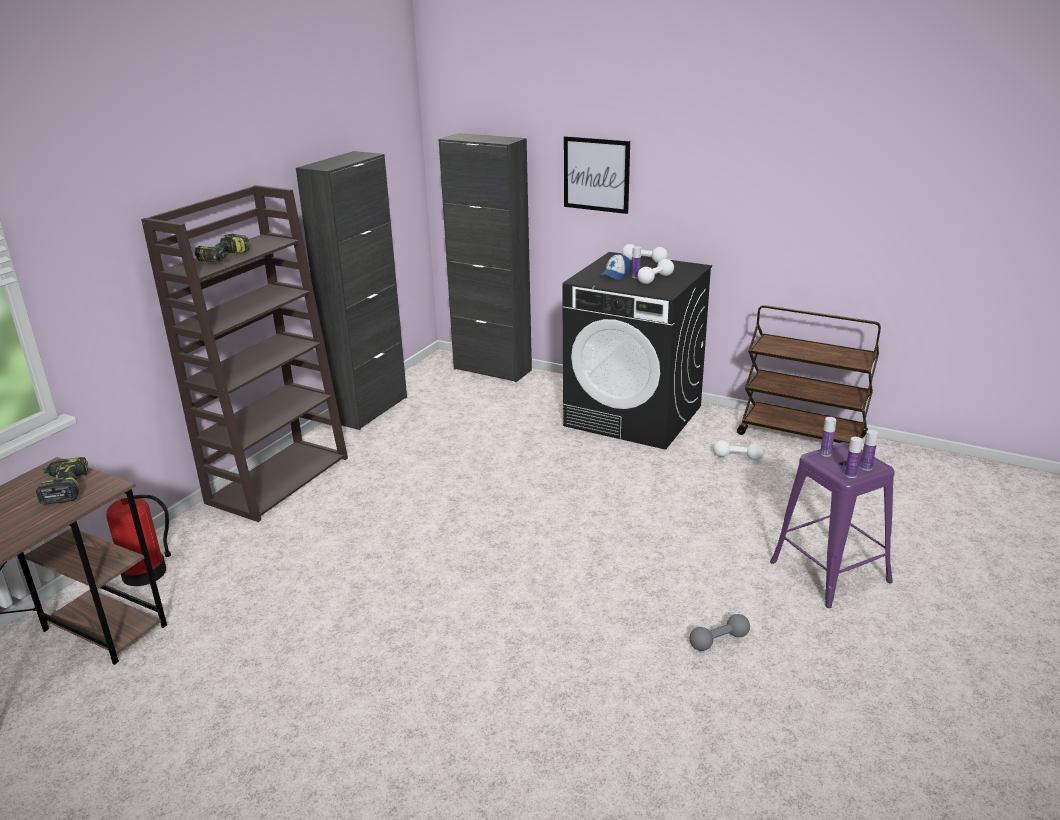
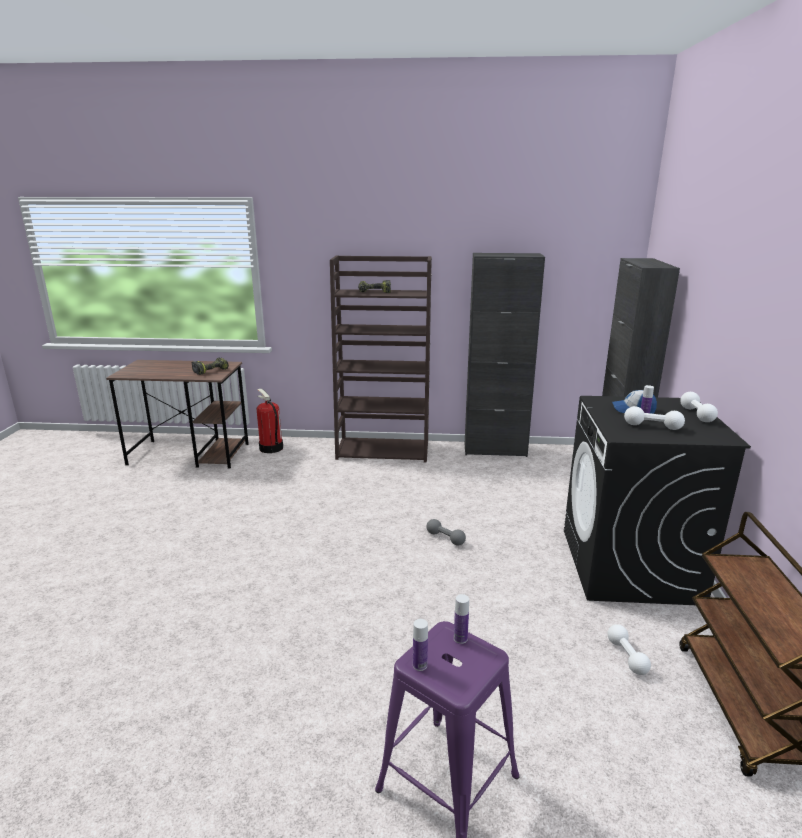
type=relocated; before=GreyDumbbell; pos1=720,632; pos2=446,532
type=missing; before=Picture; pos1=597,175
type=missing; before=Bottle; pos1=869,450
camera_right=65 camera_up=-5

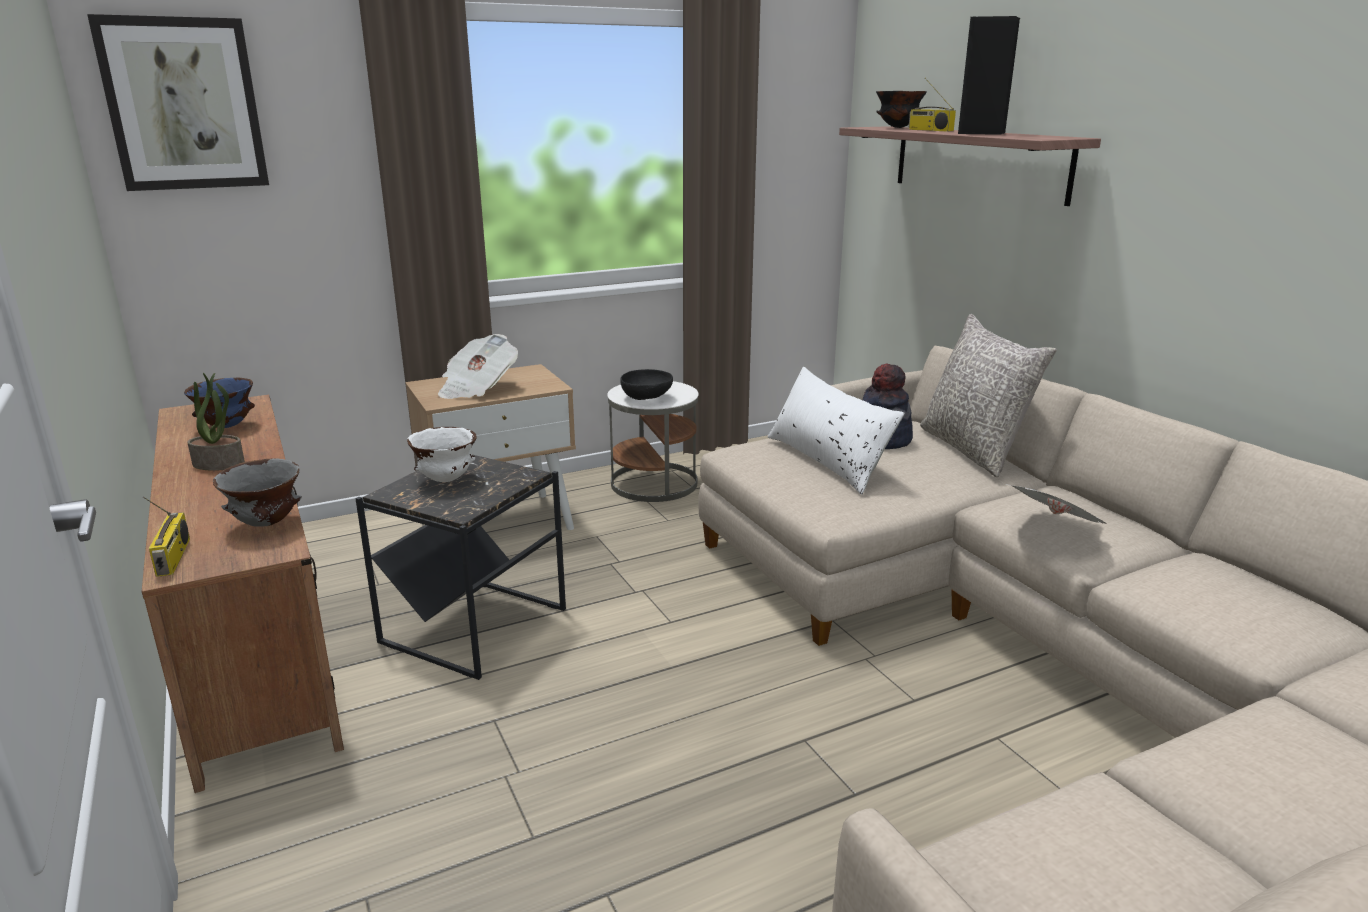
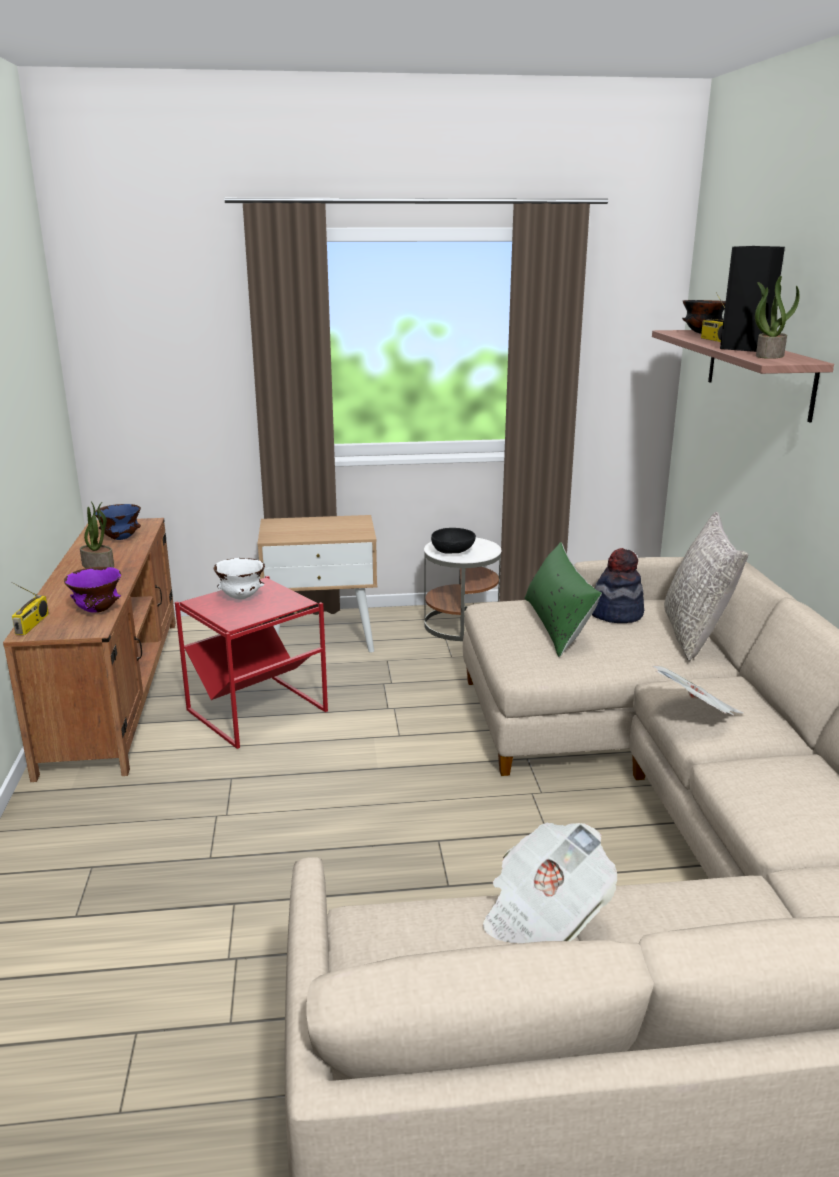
type=colour; before=GreyBowl; after=PurpleBowl; pos1=257,493; pos2=92,590
type=colour; before=BlackSideTable; after=RedSideTable; pos1=461,567; pos2=251,662
type=relocated; before=Newspaper; pos1=478,366; pos2=550,883
type=colour; before=WhitePillow; after=GreenPillow; pos1=836,431; pos2=563,599
type=appeared; after=PottedPlant; pos2=777,317
type=missing; before=Picture; pos1=178,102
camera_right=20 camera_up=0

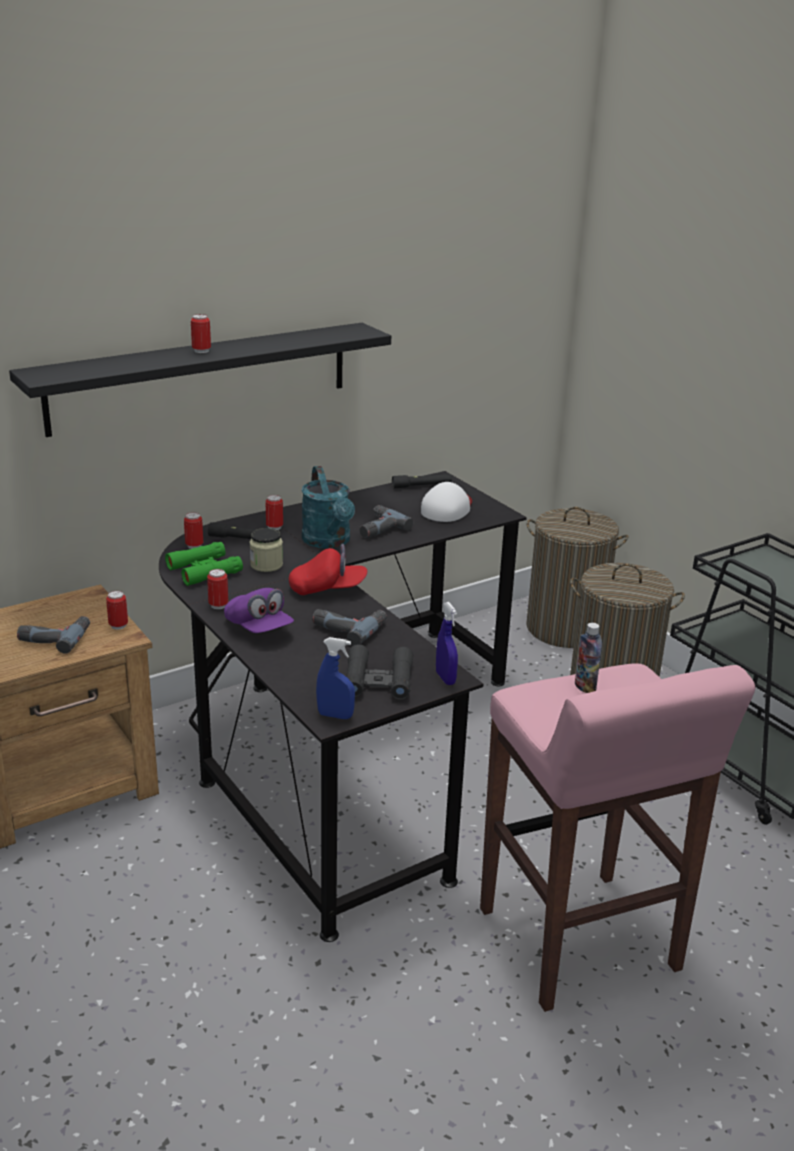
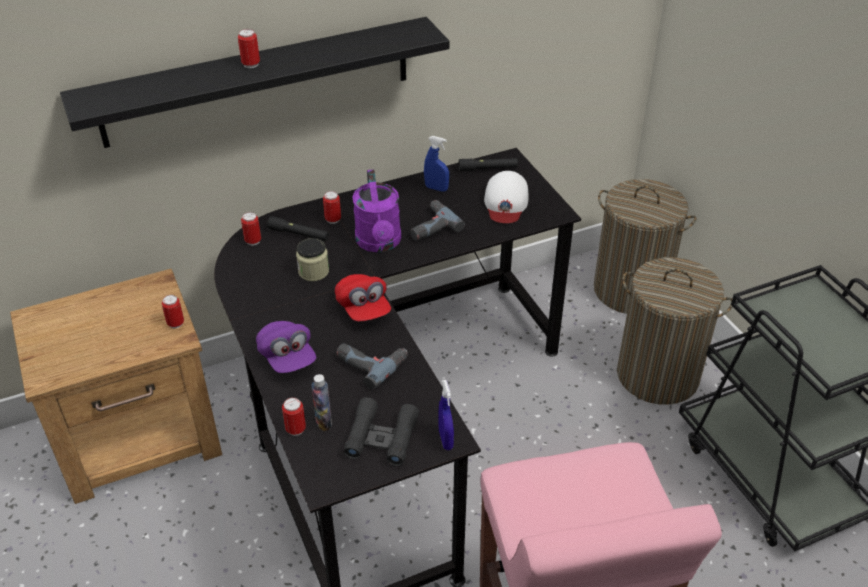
type=relocated; before=Can; pos1=217,589; pos2=294,416
type=relocated; before=Bottle; pos1=588,658; pos2=322,402
type=spun; before=RedCap; pos1=328,569; pos2=363,297; turn=60
type=colour; before=TurquoiseWateringCan; after=PurpleWateringCan; pos1=328,507; pos2=376,210
type=relocated; before=BlueSprayBottle; pos1=335,678; pos2=436,164
type=spun; before=WhiteCap; pos1=446,502; pos2=506,197; turn=150
type=missing; before=PowerDrill; pos1=53,635
type=missing; before=GreenBinoculars; pos1=204,564
camera_right=10 camera_up=15

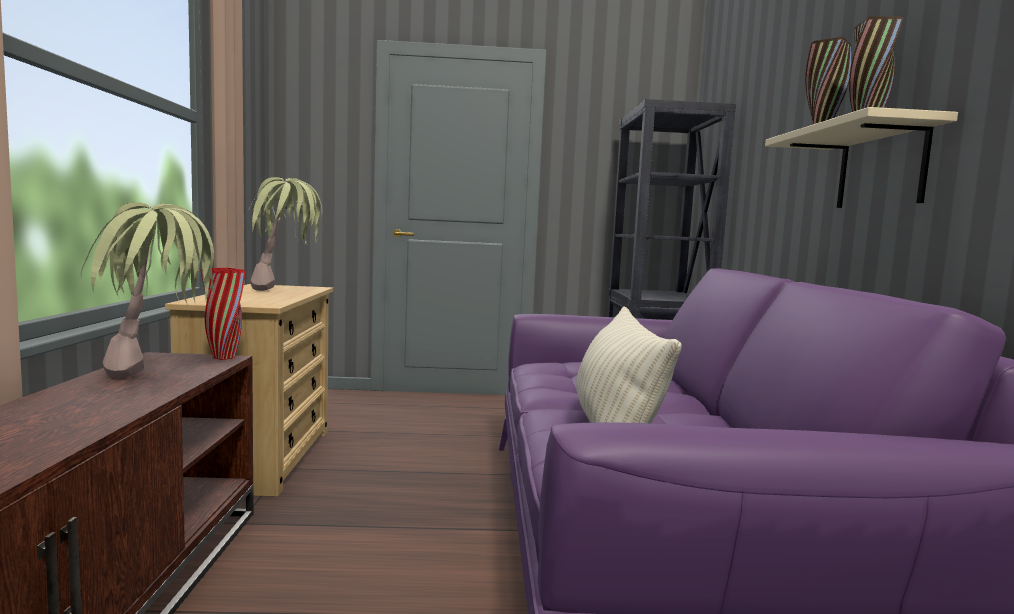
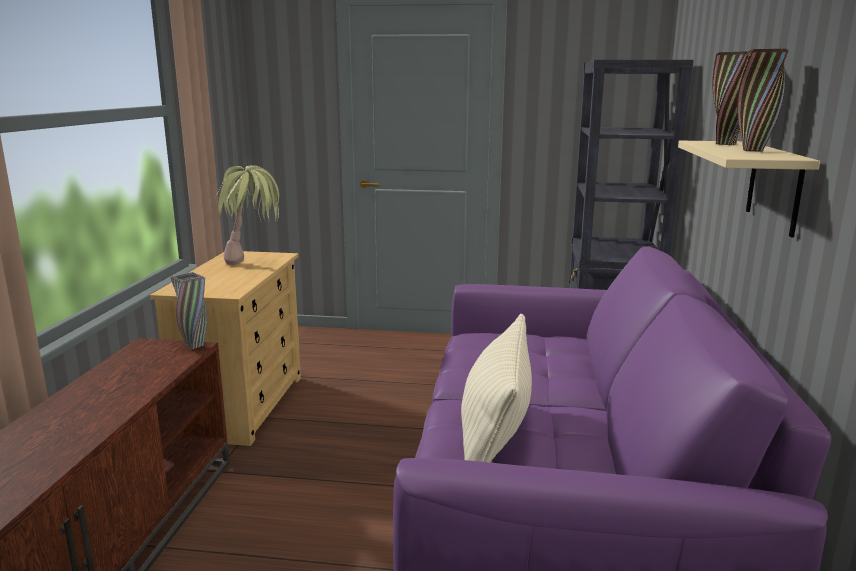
type=colour; before=RedVase; after=GreyVase; pos1=223,314; pos2=188,310
type=missing; before=PottedPlant; pos1=147,290
camera_right=10 camera_up=10

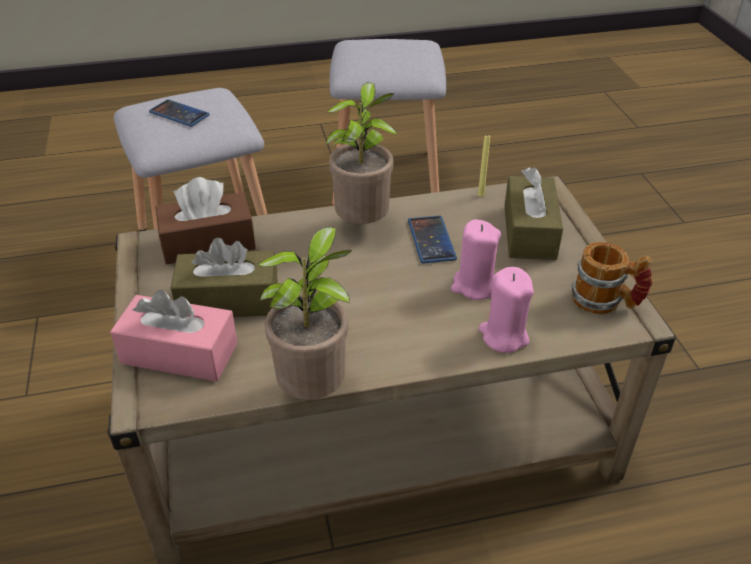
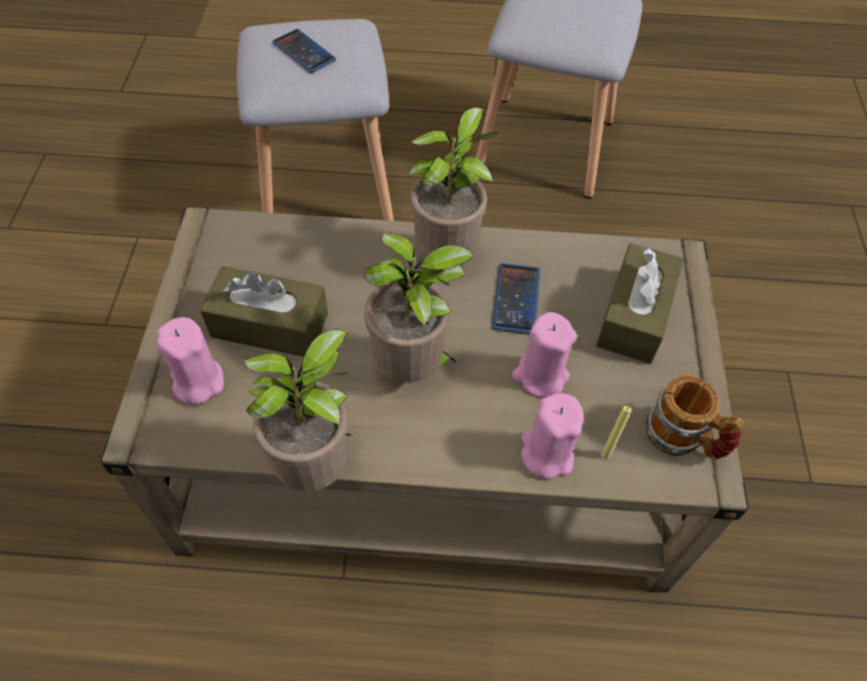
type=exchanged; before=PinkTissueBox; after=PinkCandle; pos1=174,335; pos2=190,361
type=appeared; after=PottedPlant; pos2=419,307
type=relocated; before=YellowCandle; pos1=484,165; pos2=616,432
type=missing; before=BrownTissueBox; pos1=205,220
camera_right=15 camera_up=15

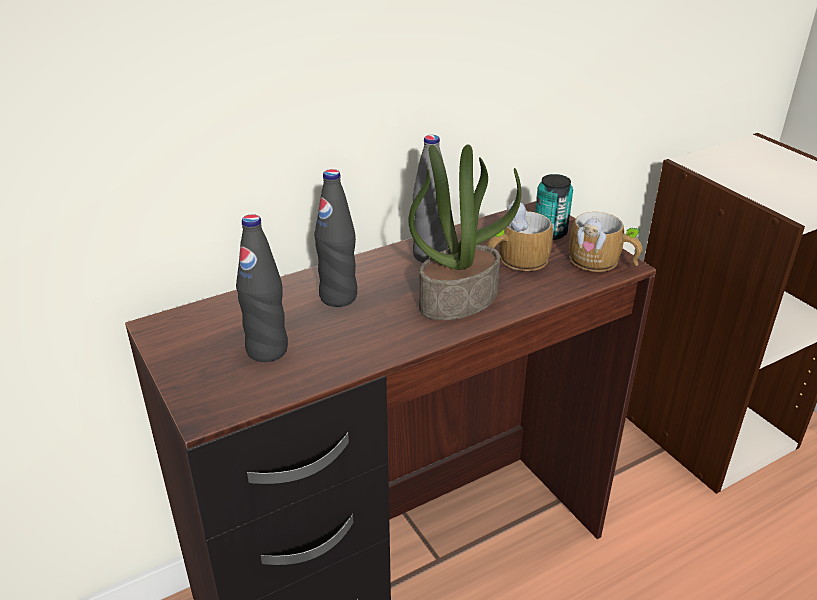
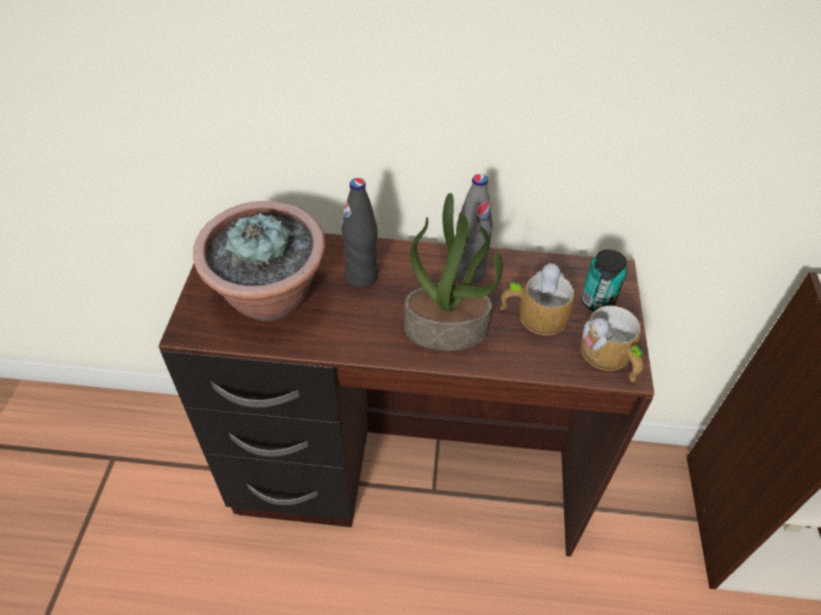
type=exchanged; before=BlackBottle; after=PottedPlant; pos1=262,288; pos2=259,261
camera_right=35 camera_up=15

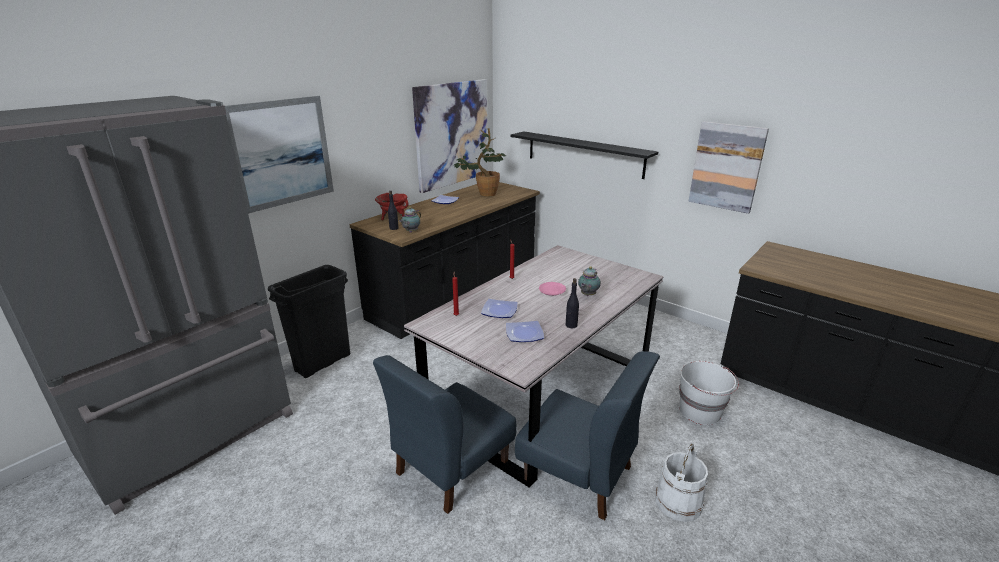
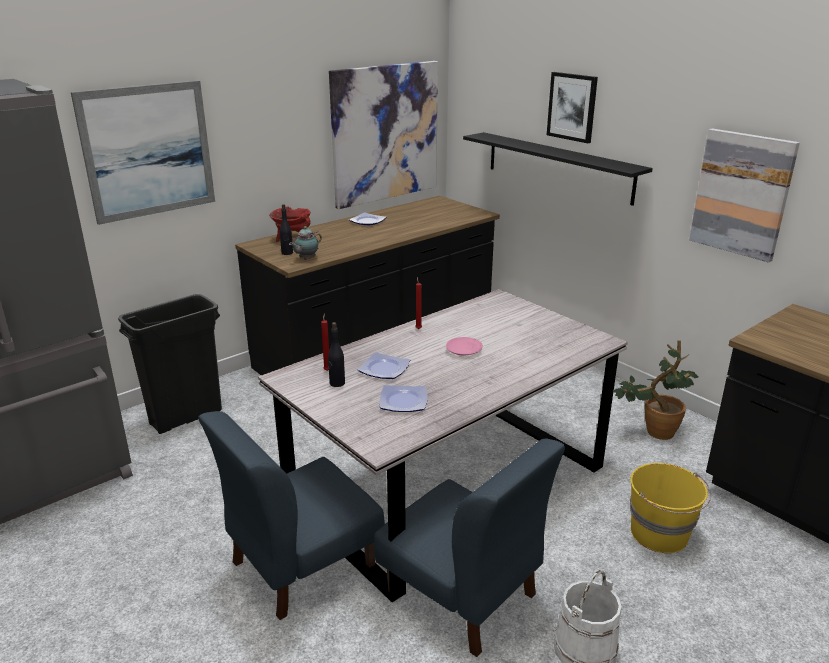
type=relocated; before=BlackBottle; pos1=572,303; pos2=336,354
type=appeared; after=Picture; pos2=572,107
type=relocated; before=PottedPlant; pos1=480,162; pos2=656,390
type=colour; before=WhiteBucket; after=YellowBucket; pos1=709,393; pos2=670,508
type=missing; before=Teapot; pos1=589,281
camera_right=10 camera_up=0

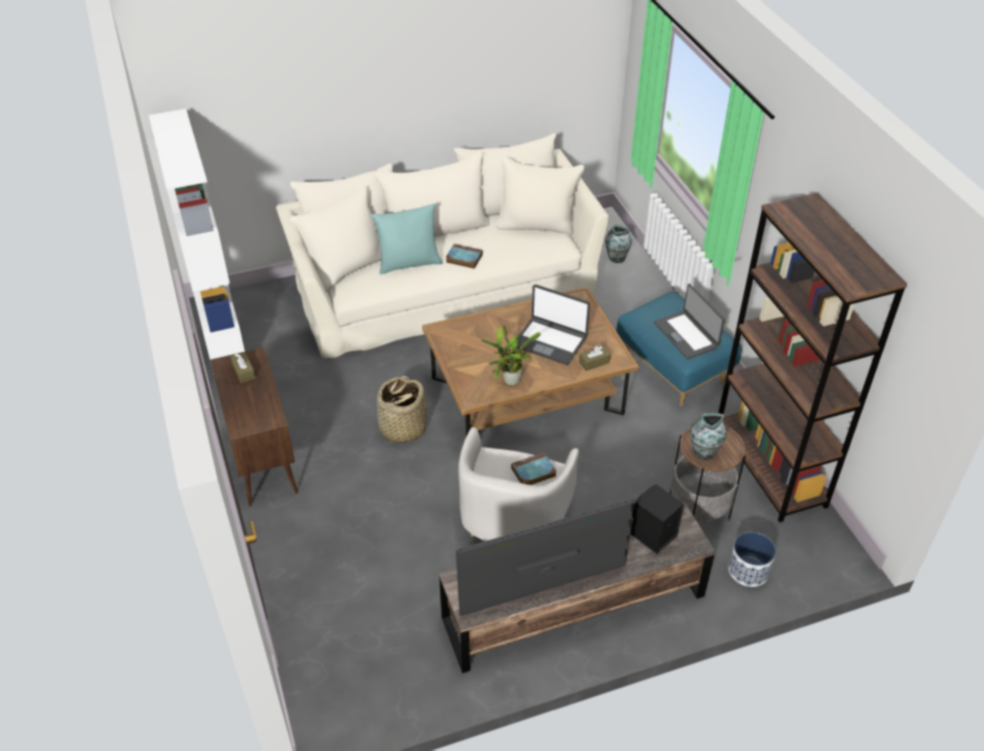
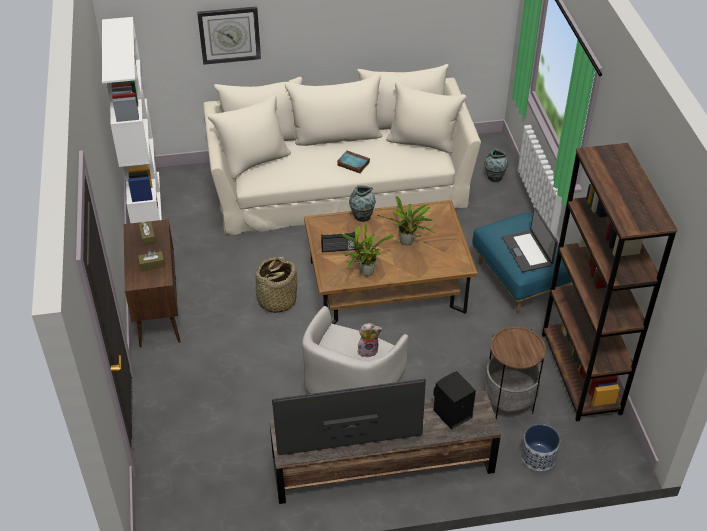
type=relocated; before=BrownTissueBox; pos1=595,358; pos2=151,261
type=appeared; after=WallClock; pos2=229,35
type=appeared; after=Radio; pos2=338,242
type=relocated; before=Vase; pos1=708,436; pos2=362,203
type=exchanged; before=Book; after=PlushToy; pos1=533,468; pos2=369,340
type=exchanged; before=Laptop; after=PottedPlant; pos1=553,325; pos2=406,220
type=missing; before=TurquoisePillow; pos1=407,239
camera_right=10 camera_up=0

